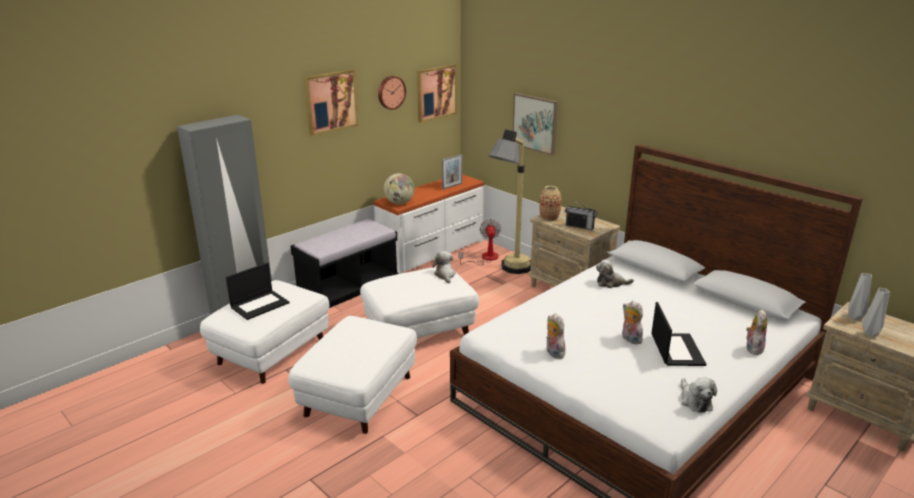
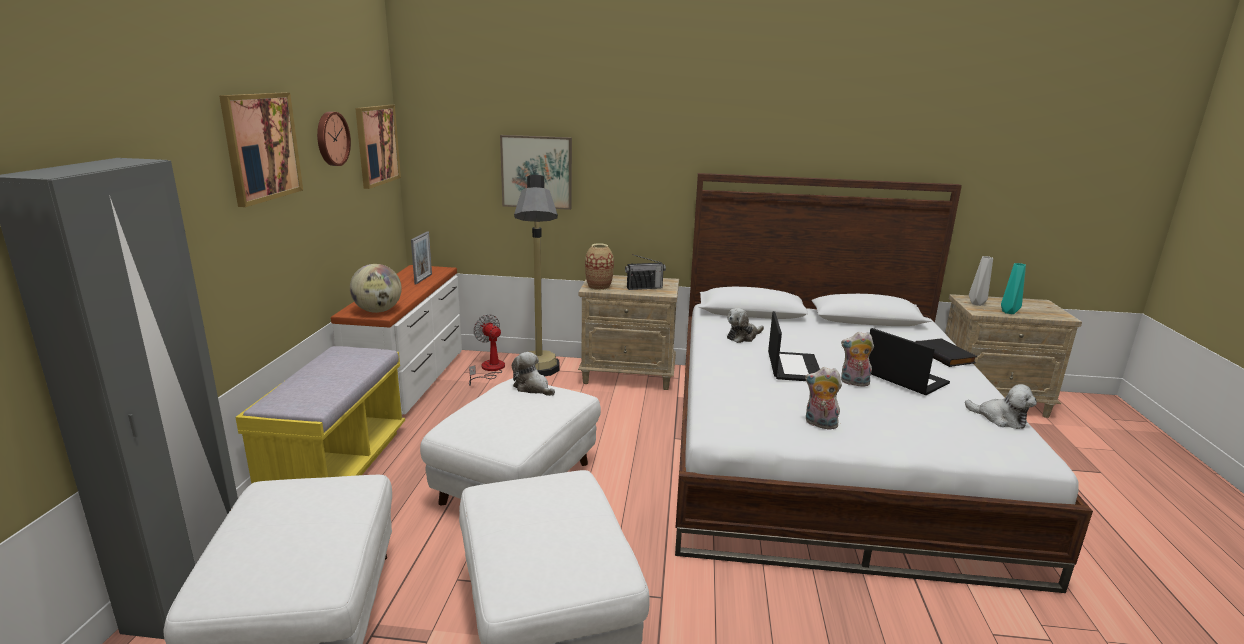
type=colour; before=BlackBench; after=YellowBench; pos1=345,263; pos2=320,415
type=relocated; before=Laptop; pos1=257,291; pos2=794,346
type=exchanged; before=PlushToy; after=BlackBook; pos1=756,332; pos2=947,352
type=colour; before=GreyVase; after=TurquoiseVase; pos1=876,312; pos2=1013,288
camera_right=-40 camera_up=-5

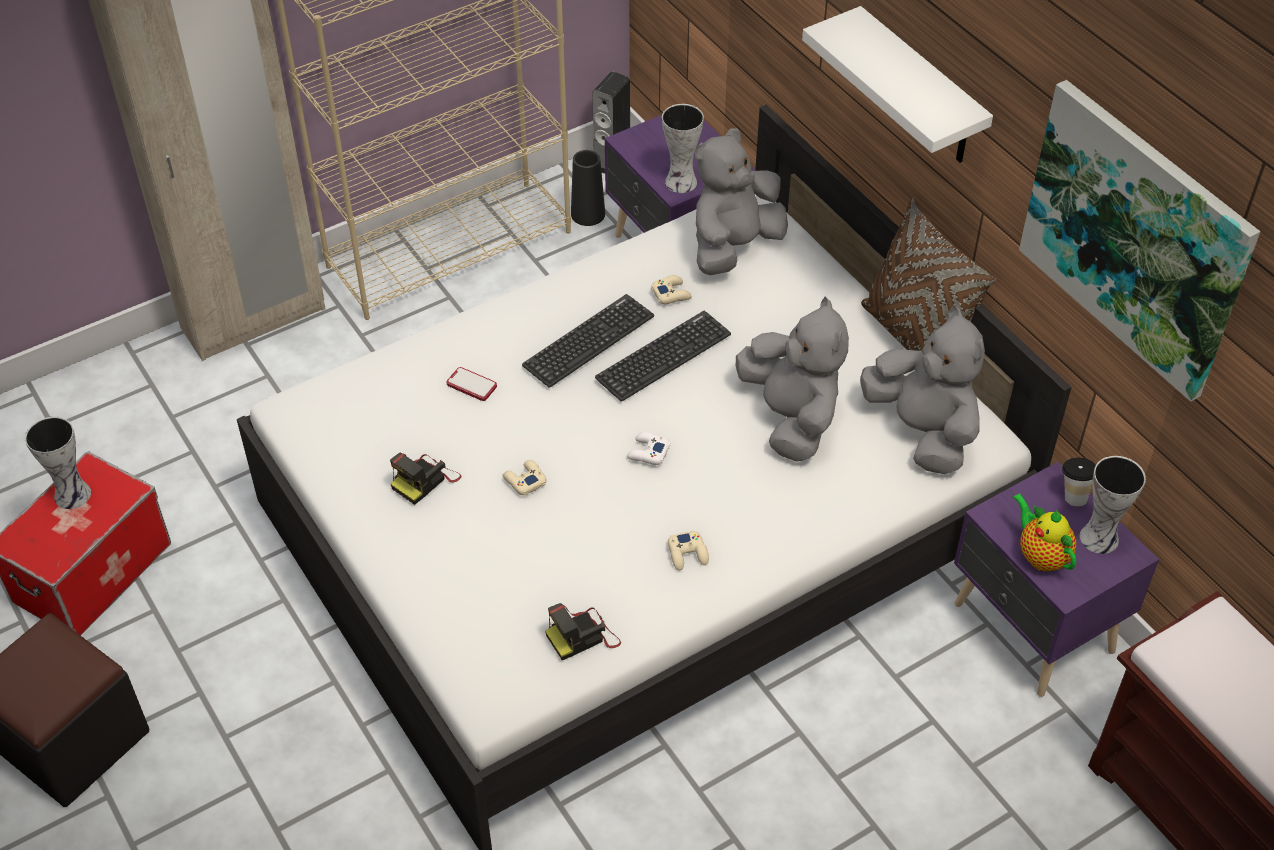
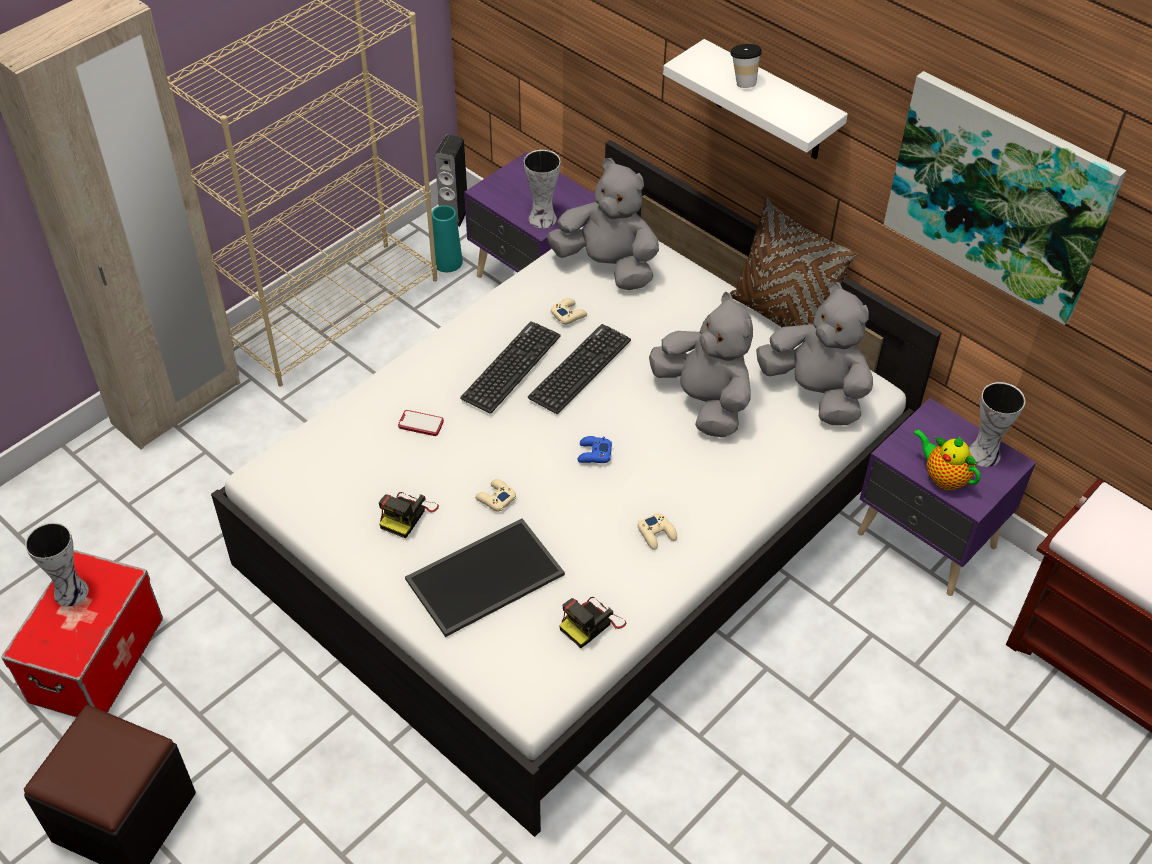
type=appeared; after=Tray; pos2=485,578
type=colour; before=BlackVase; after=TurquoiseVase; pos1=588,188; pos2=447,238
type=spun; before=GreyPlushToy; pos1=741,201; pos2=603,224; turn=90
type=colour; before=WhiteGameController; after=BlueGameController; pos1=648,448; pos2=594,449
type=relocated; before=Cup; pos1=1079,482; pos2=746,66
camera_right=-15 camera_up=0

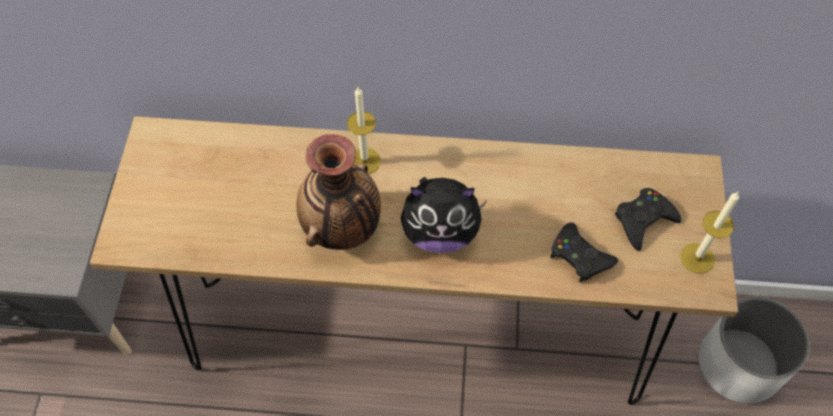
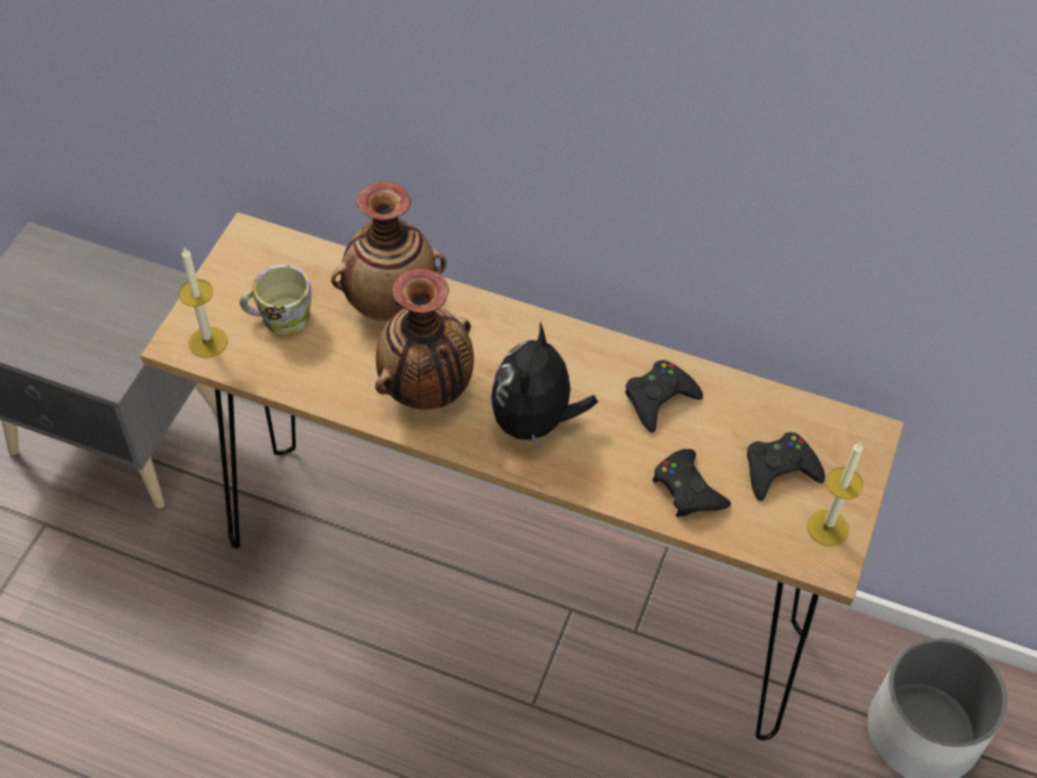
type=relocated; before=Candle; pos1=364,130; pos2=203,302
type=appeared; after=Mug; pos2=276,299
type=appeared; after=Vase; pos2=388,251
type=spun; before=PlushToy; pos1=444,215; pos2=544,387; turn=90
type=appeared; after=BlackGameController; pos2=664,396
camera_right=15 camera_up=-5

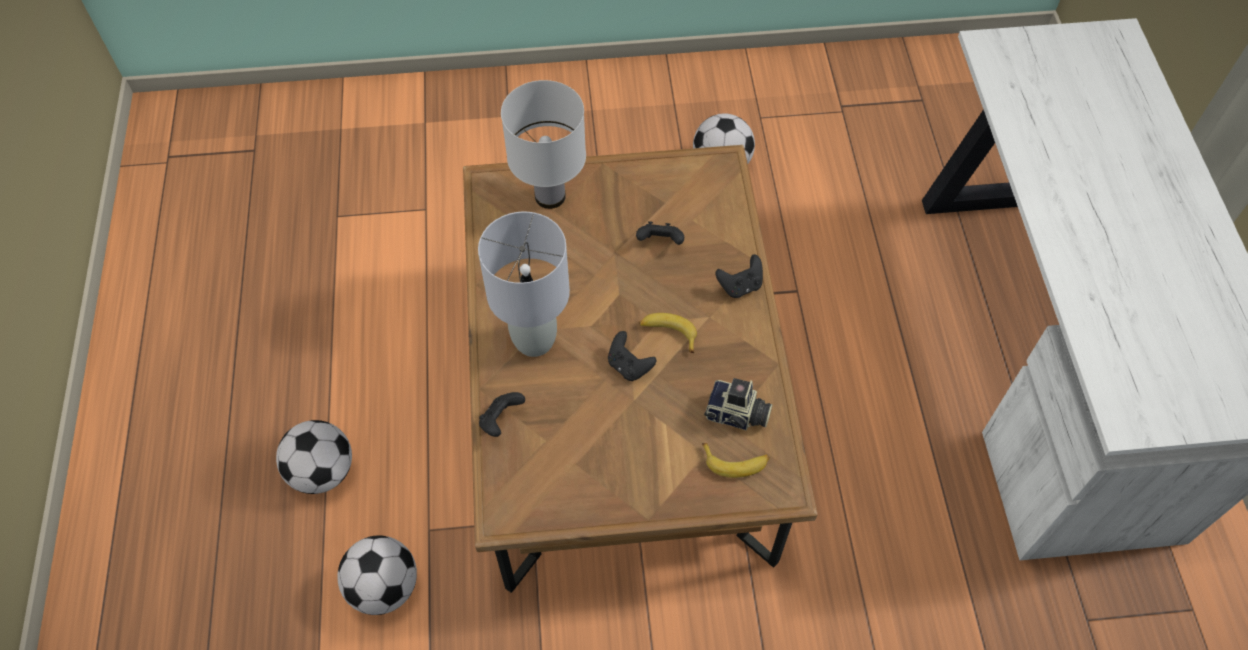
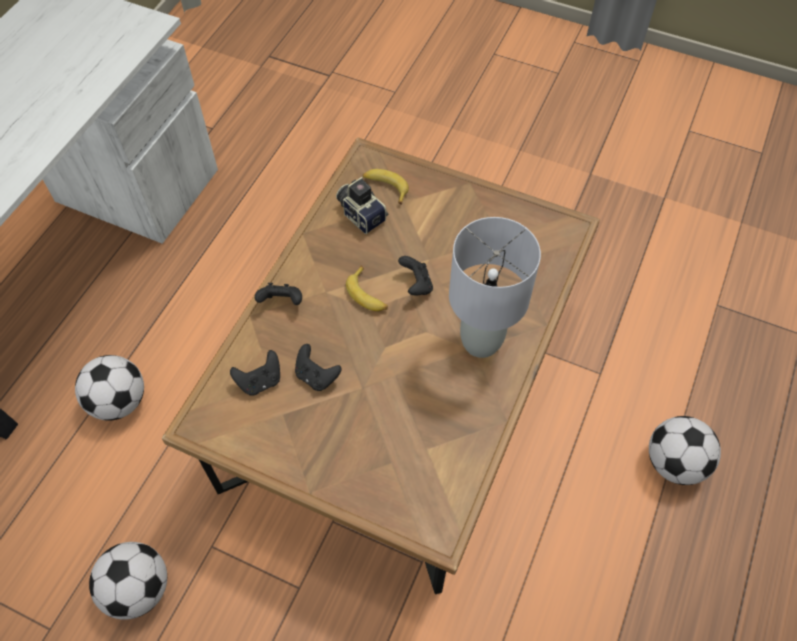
type=relocated; before=Football; pos1=377,575; pos2=109,388
type=relocated; before=BlackGameController; pos1=502,414; pos2=255,373
type=missing; before=WhiteTableLamp; pos1=543,144
camera_right=-150 camera_up=0

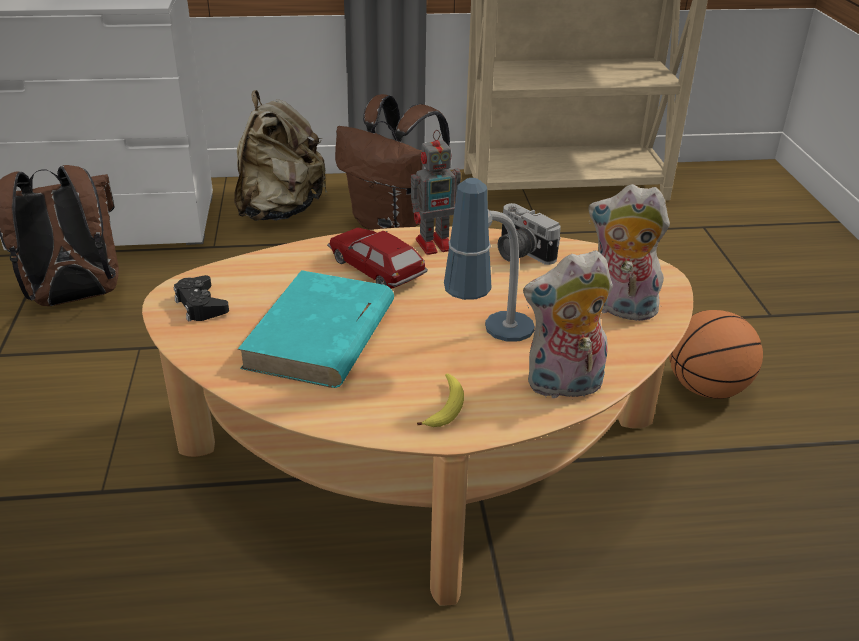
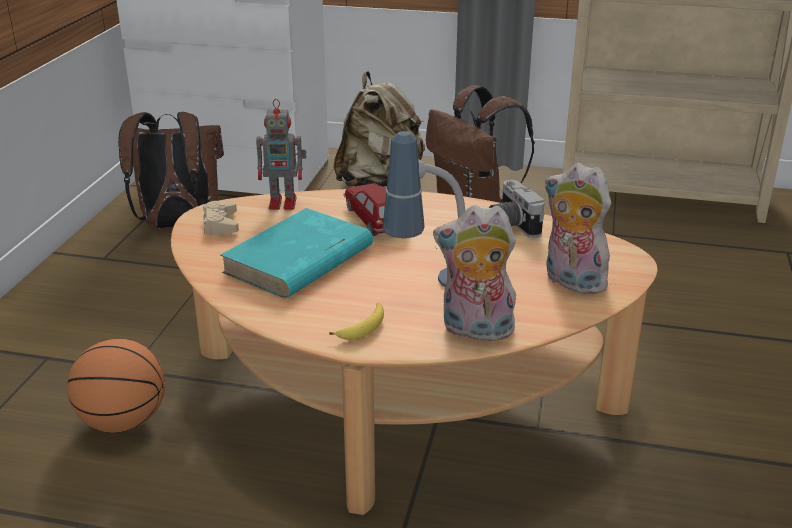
type=relocated; before=Basketball; pos1=716,354; pos2=116,386
type=colour; before=BlackGameController; after=BeigeGameController; pos1=201,298; pos2=221,218
type=relocated; before=ToyRobot; pos1=436,192; pos2=281,154
camera_right=20 camera_up=-5

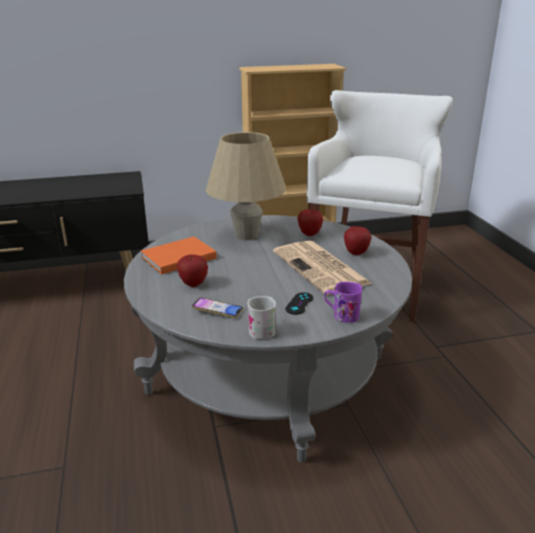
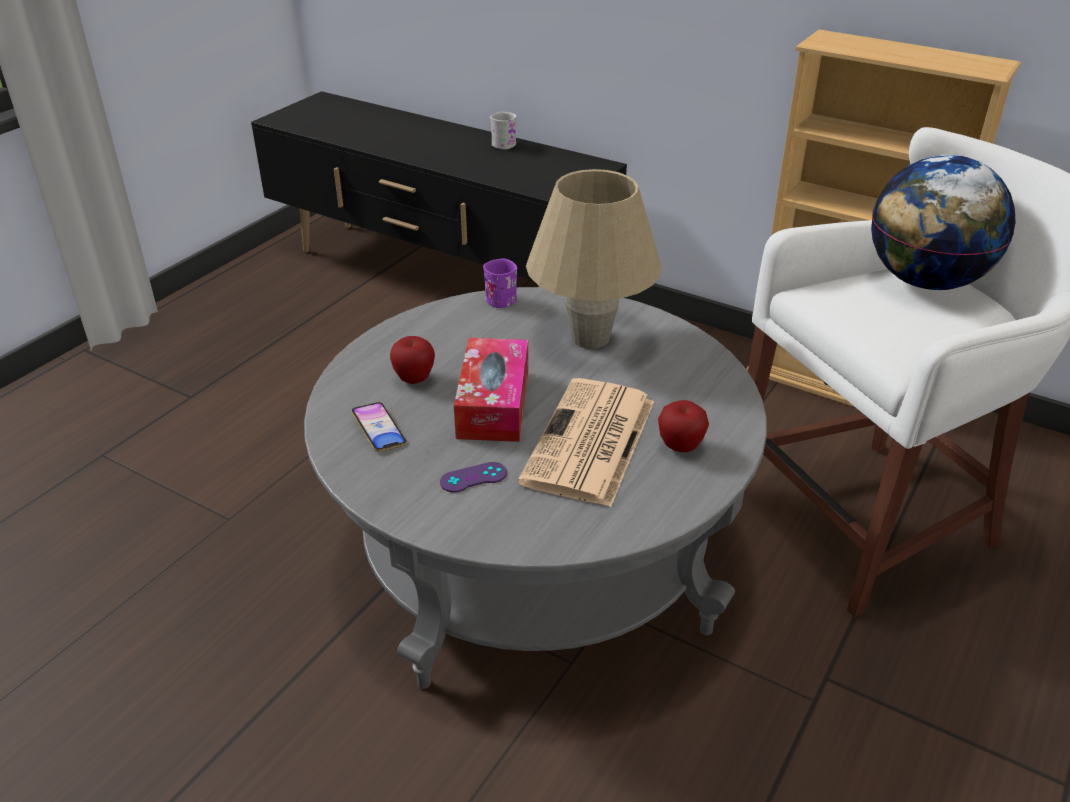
type=colour; before=BlackGameController; after=PurpleGameController; pos1=299,303; pos2=473,477
type=appeared; after=TissueBox; pos2=491,390
type=relocated; before=PurpleMug; pos1=343,302; pos2=500,283
type=relocated; before=WhiteMug; pos1=261,317; pos2=503,130
type=appeared; after=Globe; pos2=943,222
type=missing; before=OrangeBook; pos1=179,256
type=missing; before=Apple; pos1=310,222
camera_right=45 camera_up=10

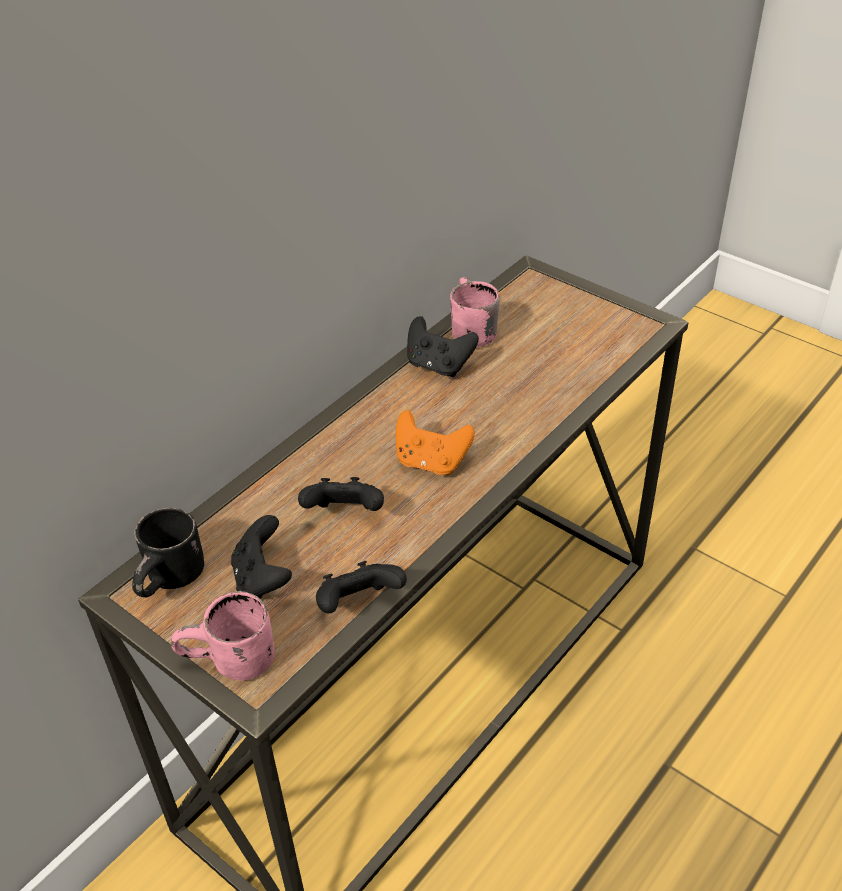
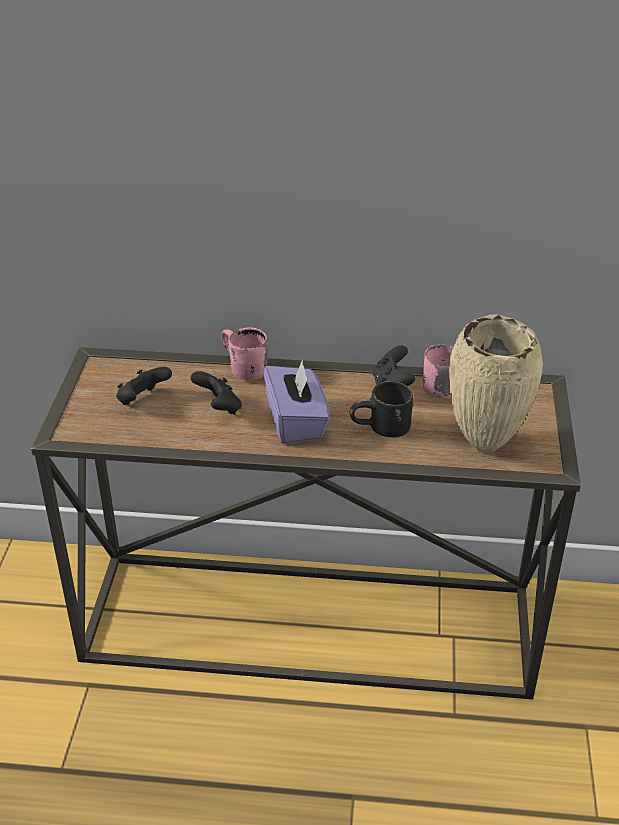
type=relocated; before=PinkMug; pos1=223,636; pos2=244,354
type=exchanged; before=OrangeGameController; after=PurpleTissueBox; pos1=435,442; pos2=296,401
type=relocated; before=BlackMug; pos1=168,553; pos2=381,409
type=appeared; after=BeigeVase; pos2=496,383
type=missing; before=BlackGameController; pos1=361,587
camera_right=55 camera_up=-5

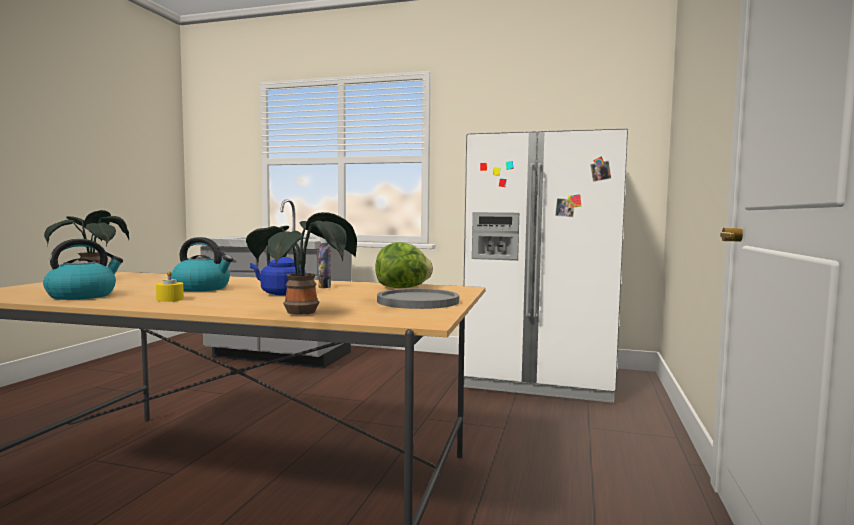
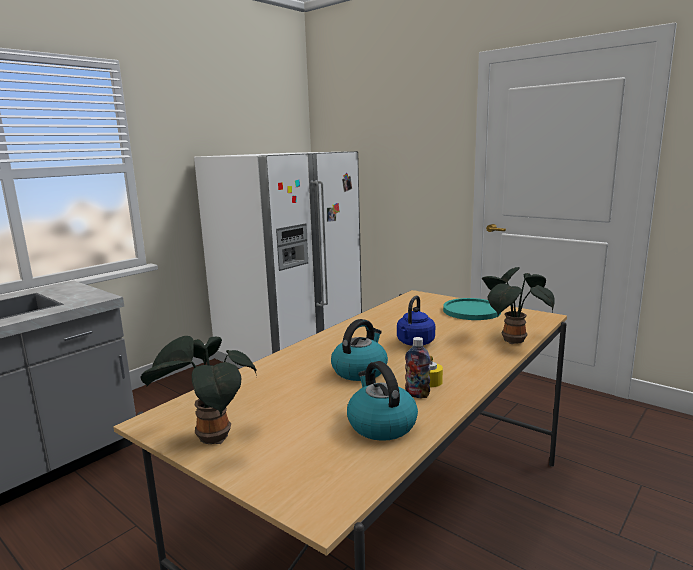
type=relocated; before=Bottle; pos1=324,263; pos2=418,367
type=colour; before=GreyPlate; after=TurquoisePlate; pos1=418,298; pos2=472,309
type=missing; before=Lettuce; pos1=404,265
camera_right=-65 camera_up=10

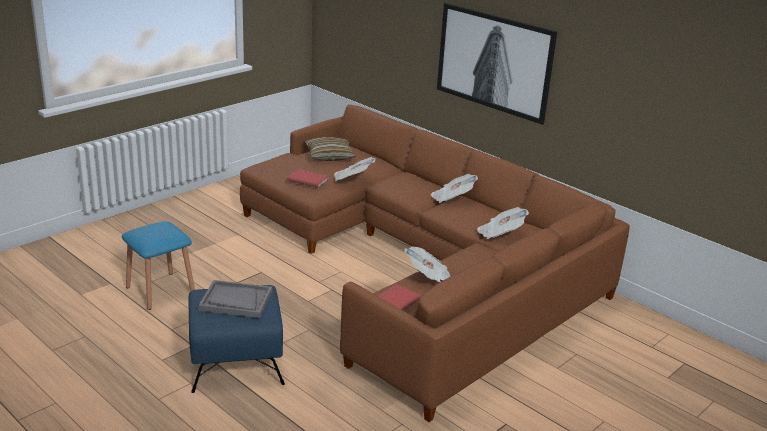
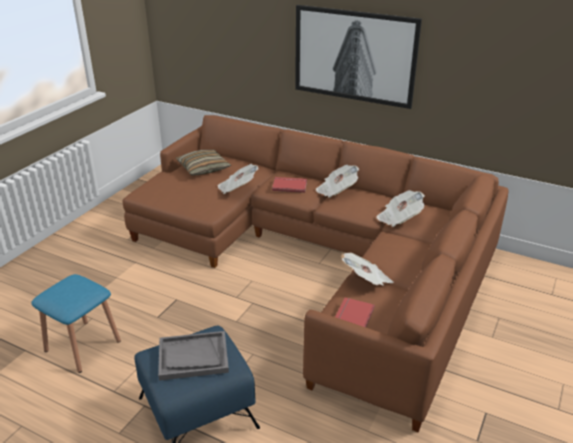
type=relocated; before=RedBook; pos1=308,178; pos2=289,185
camera_right=-15 camera_up=5

